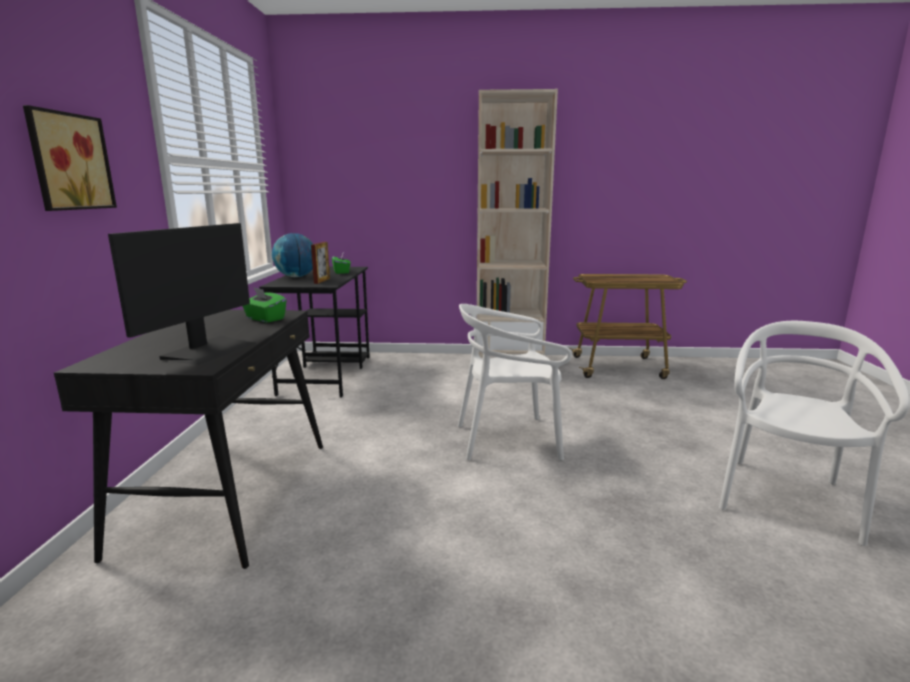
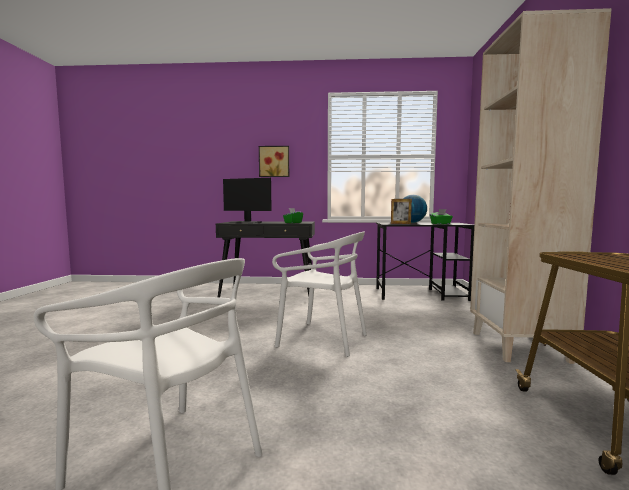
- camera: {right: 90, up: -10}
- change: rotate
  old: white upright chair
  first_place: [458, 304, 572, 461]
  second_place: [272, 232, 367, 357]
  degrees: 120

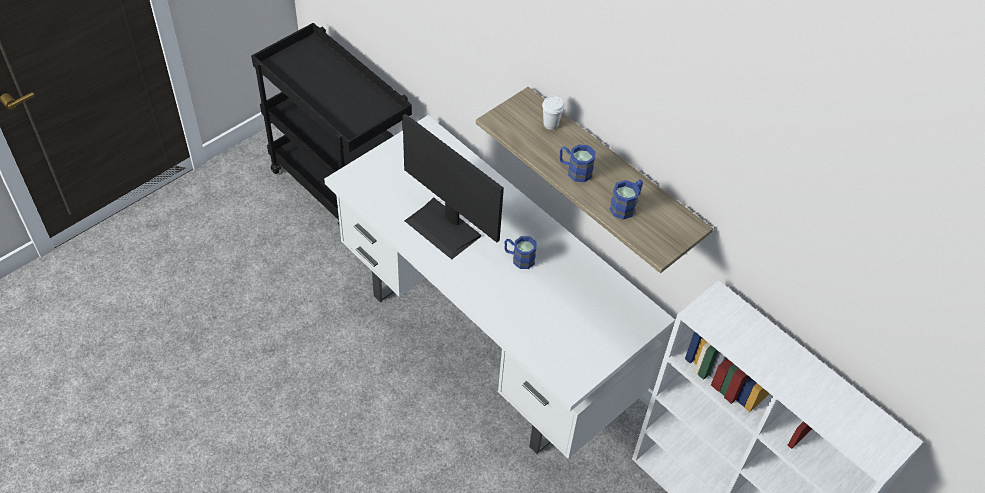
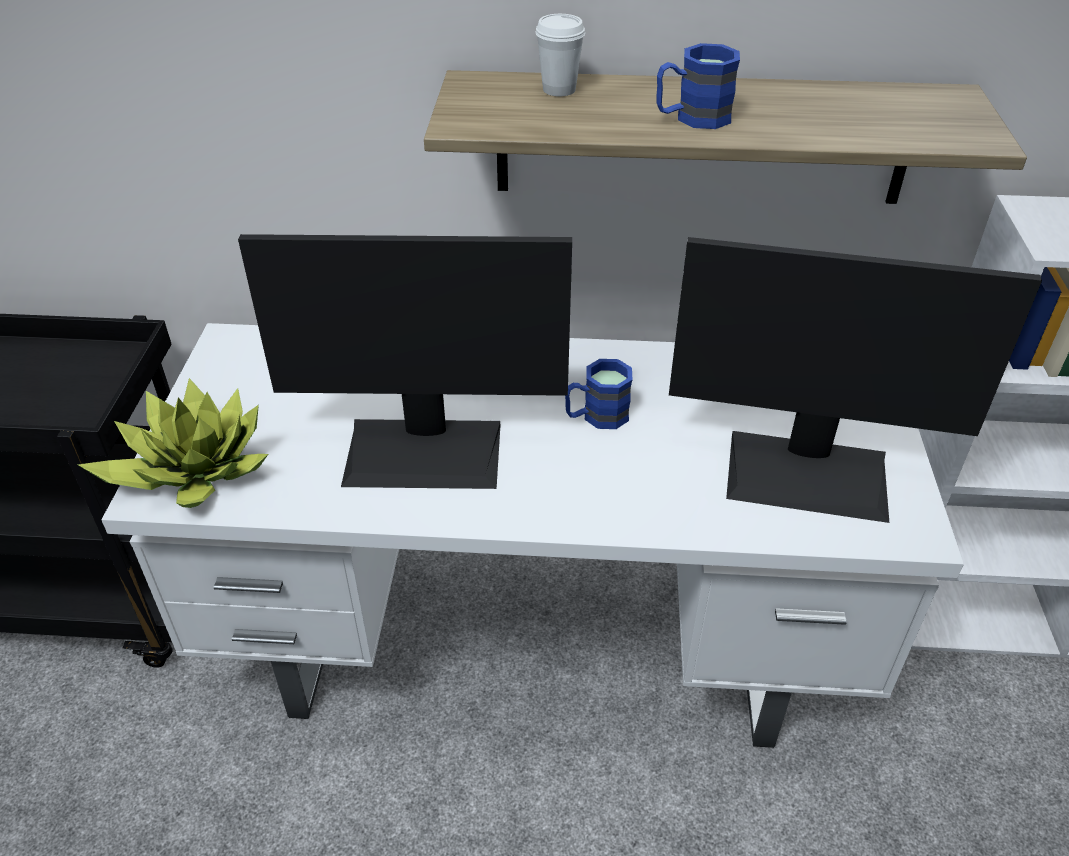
- camera: {right: -40, up: -10}
- change: delete
  old: blue mug
  first_place: [610, 180, 643, 220]
- change: insert
  new: houseplant
  second_place: [78, 378, 268, 508]
- change: insert
  new: monitor
  second_place: [669, 237, 1042, 523]

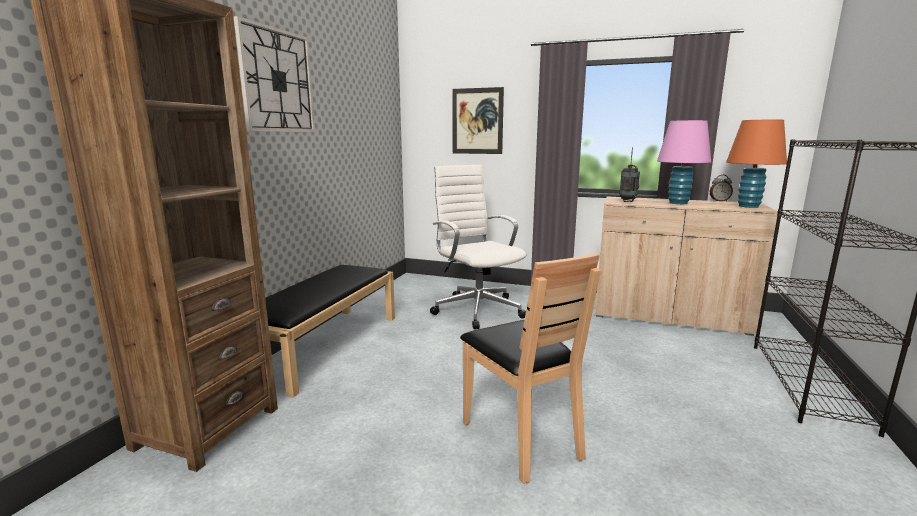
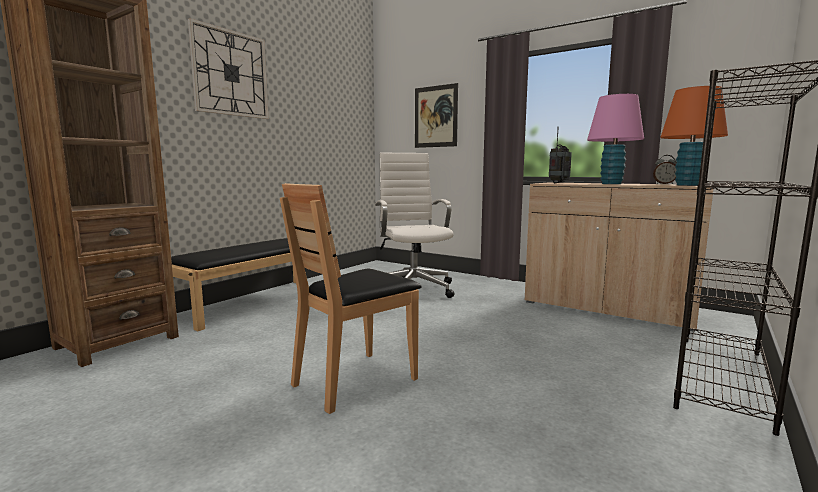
- camera: {right: 15, up: -5}
- change: rotate
  old: brownish upright chair
  first_place: [460, 253, 601, 484]
  second_place: [280, 183, 422, 414]
  degrees: 60

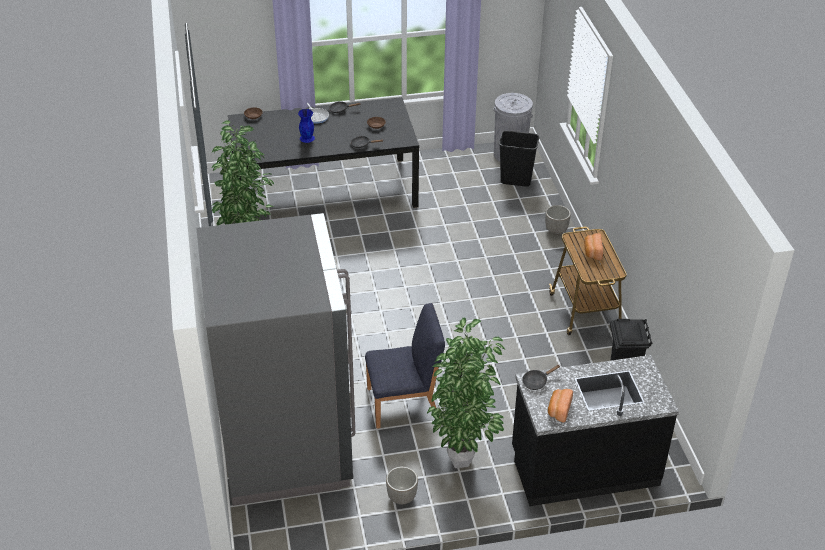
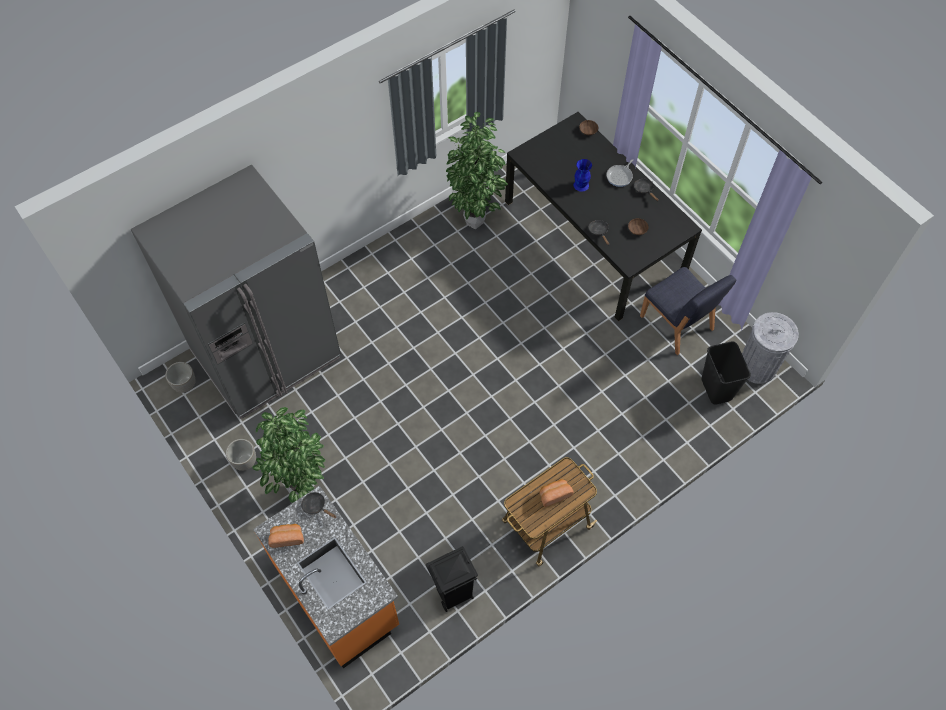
- camera: {right: 65, up: 20}
- change: move
  old: blue upright chair
  first_place: [365, 303, 445, 429]
  second_place: [640, 267, 736, 355]
- change: recolor
  old: blackish kitchen counter
  new: orange-coloured kitchen counter
  first_place: [512, 355, 679, 506]
  second_place: [253, 485, 399, 668]
- change: move
  old: plant pot
  first_place: [545, 205, 571, 235]
  second_place: [165, 362, 196, 393]

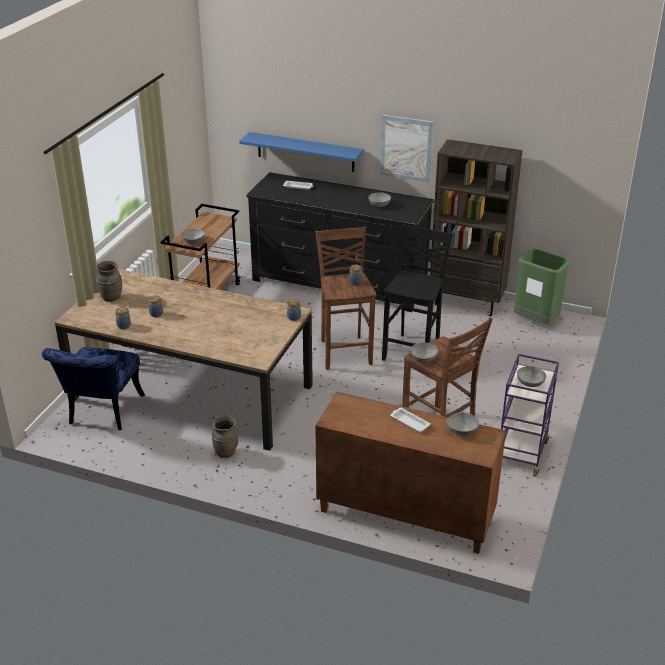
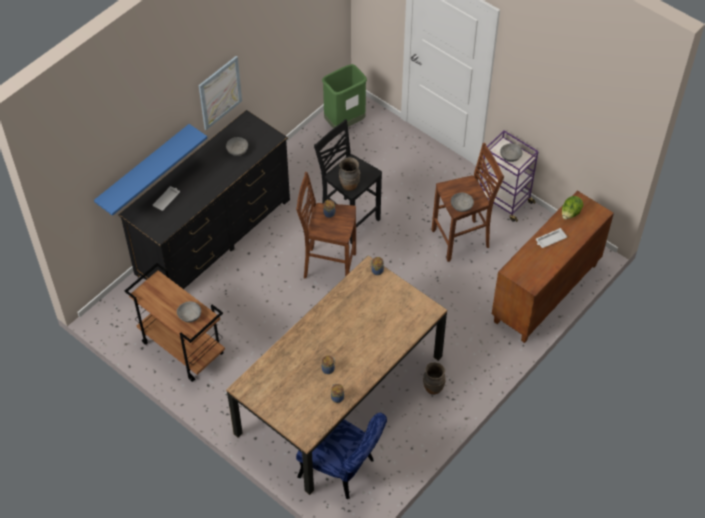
- camera: {right: -70, up: 20}
- change: move
  old: brownish flower vase
  first_place: [96, 261, 122, 301]
  second_place: [339, 157, 360, 191]
- change: delete
  old: brownish shelving unit
  first_place: [430, 139, 523, 316]
- change: replace
  old: grey bowl
  new: lettuce head
  first_place: [447, 412, 479, 436]
  second_place: [562, 196, 583, 220]

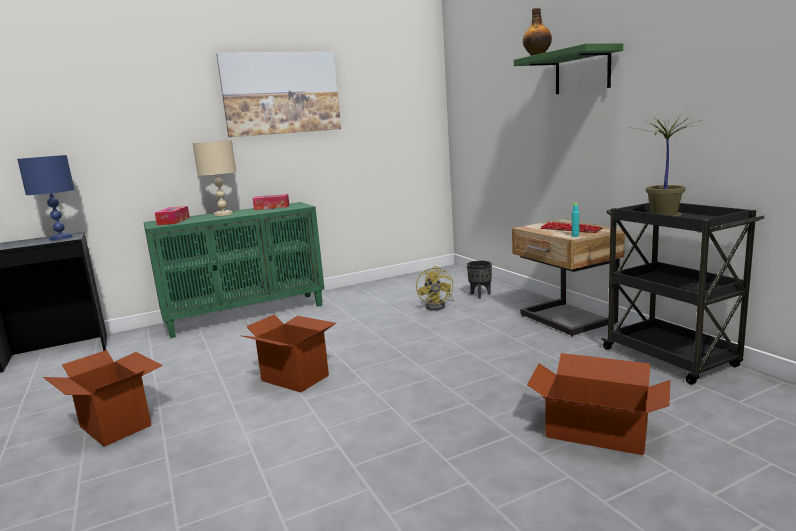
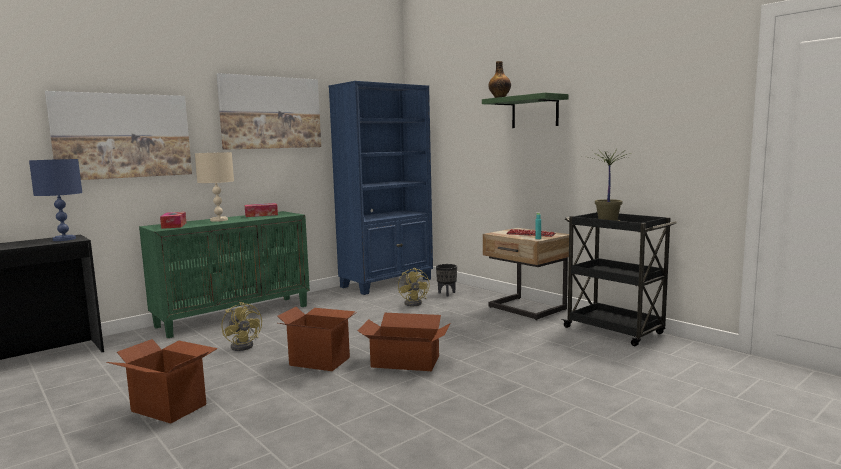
- camera: {right: -15, up: -5}
- change: move
  old: carton
  first_place: [527, 353, 670, 455]
  second_place: [357, 313, 451, 371]
- change: insert
  new: wall picture
  second_place: [45, 91, 192, 180]
- change: insert
  new: yellowish fan
  second_place: [222, 302, 262, 351]
- change: insert
  new: blue shelving unit
  second_place: [329, 81, 433, 295]

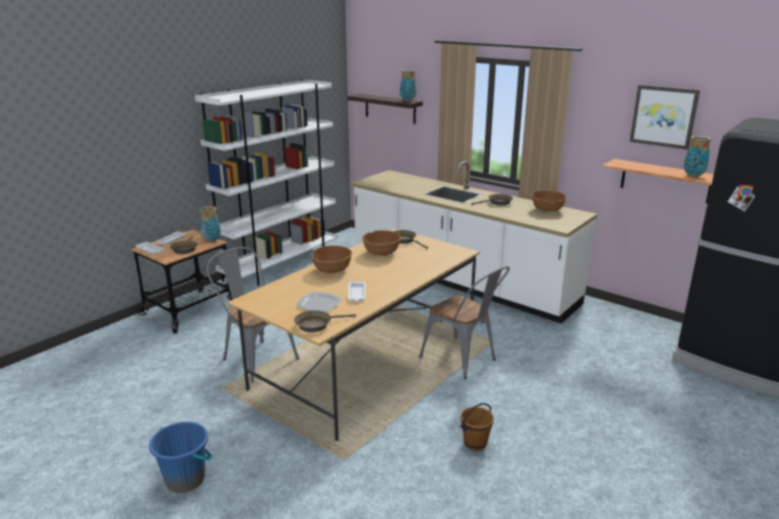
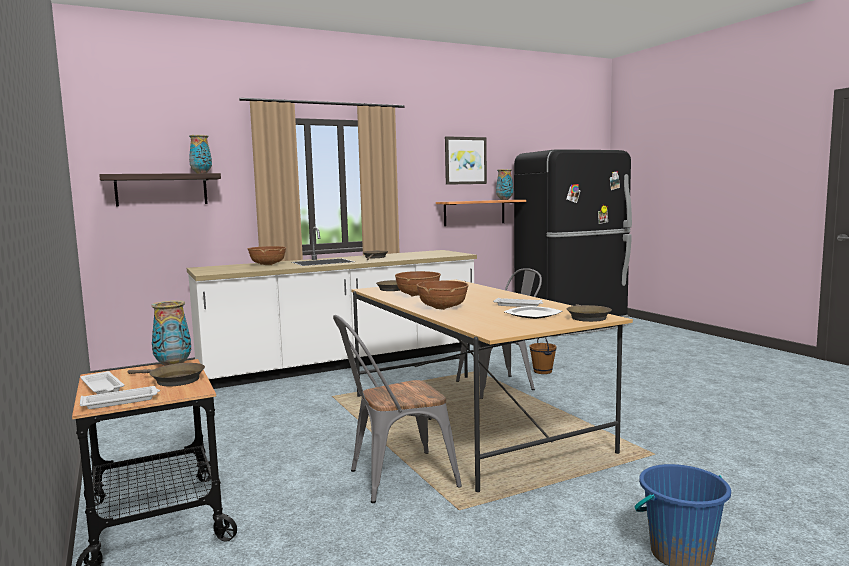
- camera: {right: -65, up: -15}
- change: delete
  old: white shelving unit
  first_place: [195, 79, 337, 286]
- change: move
  old: brownish pail
  first_place: [460, 403, 494, 451]
  second_place: [530, 337, 556, 374]
- change: move
  old: brownish bowl
  first_place: [532, 190, 567, 212]
  second_place: [248, 246, 286, 265]

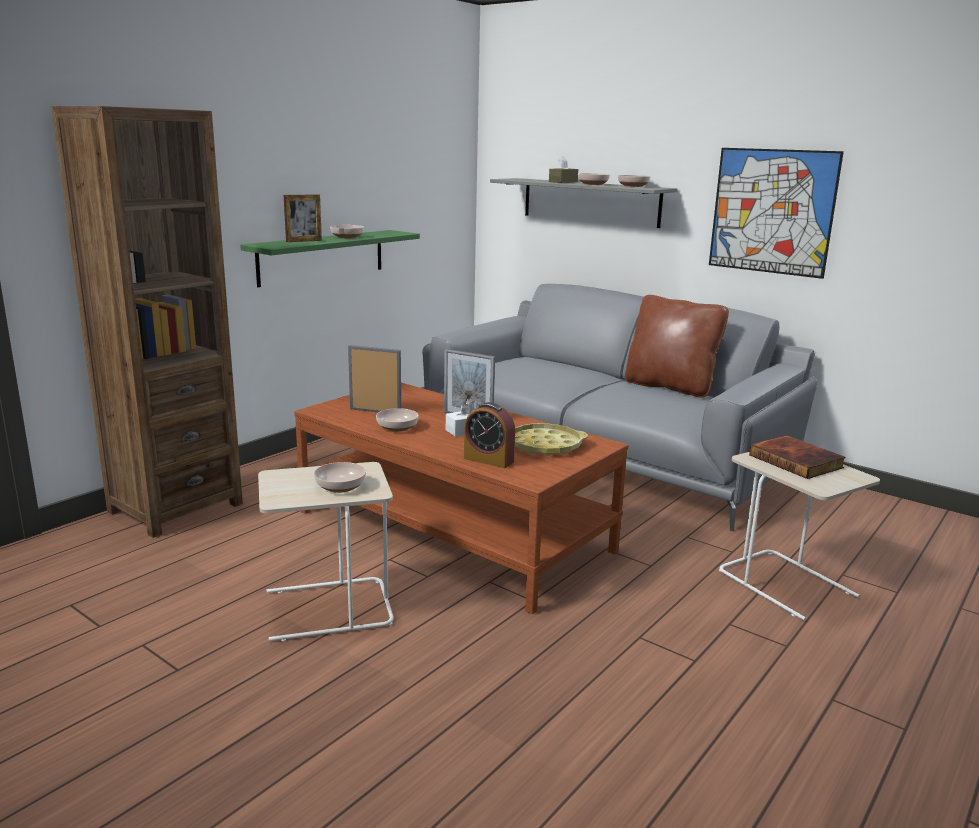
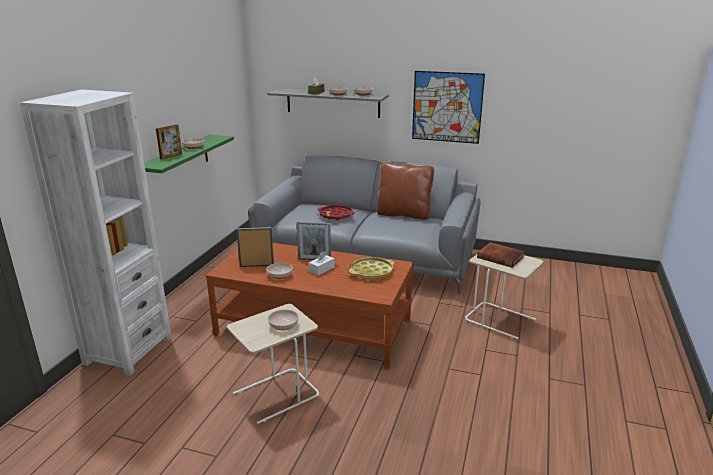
- camera: {right: -20, up: 5}
- change: recolor
  old: brownish shelving unit
  new: white shelving unit
  first_place: [51, 106, 243, 538]
  second_place: [20, 90, 172, 376]
- change: delete
  old: bedside clock
  first_place: [464, 402, 515, 468]
- change: insert
  new: red tray
  second_place: [318, 205, 355, 220]

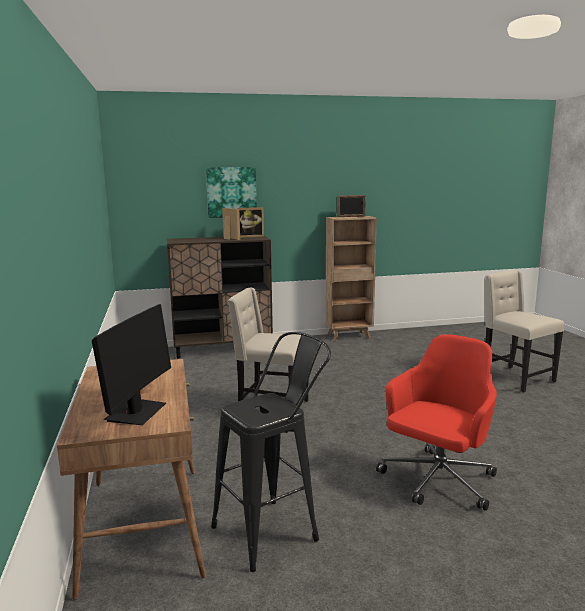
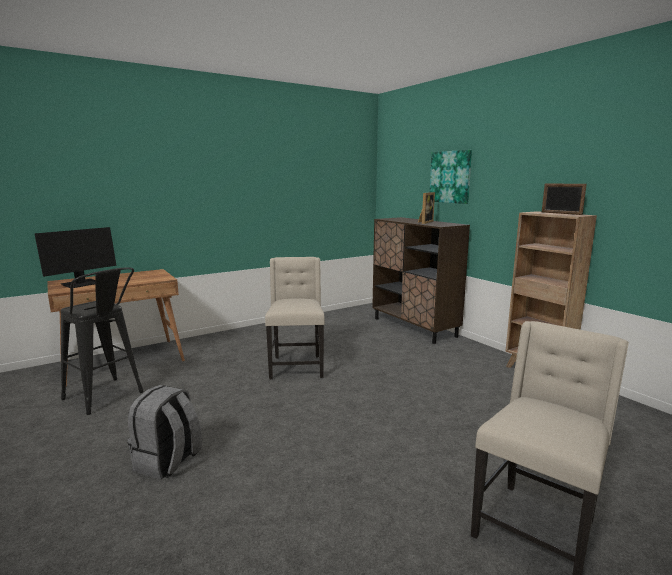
- camera: {right: 70, up: 0}
- change: rotate
  old: monitor
  first_place: [92, 304, 171, 425]
  second_place: [35, 227, 117, 288]
  degrees: -45
- change: delete
  old: standing frame
  first_place: [237, 207, 264, 238]
- change: replace
  old: red office chair
  new: grey knapsack
  first_place: [376, 334, 497, 511]
  second_place: [128, 385, 202, 479]

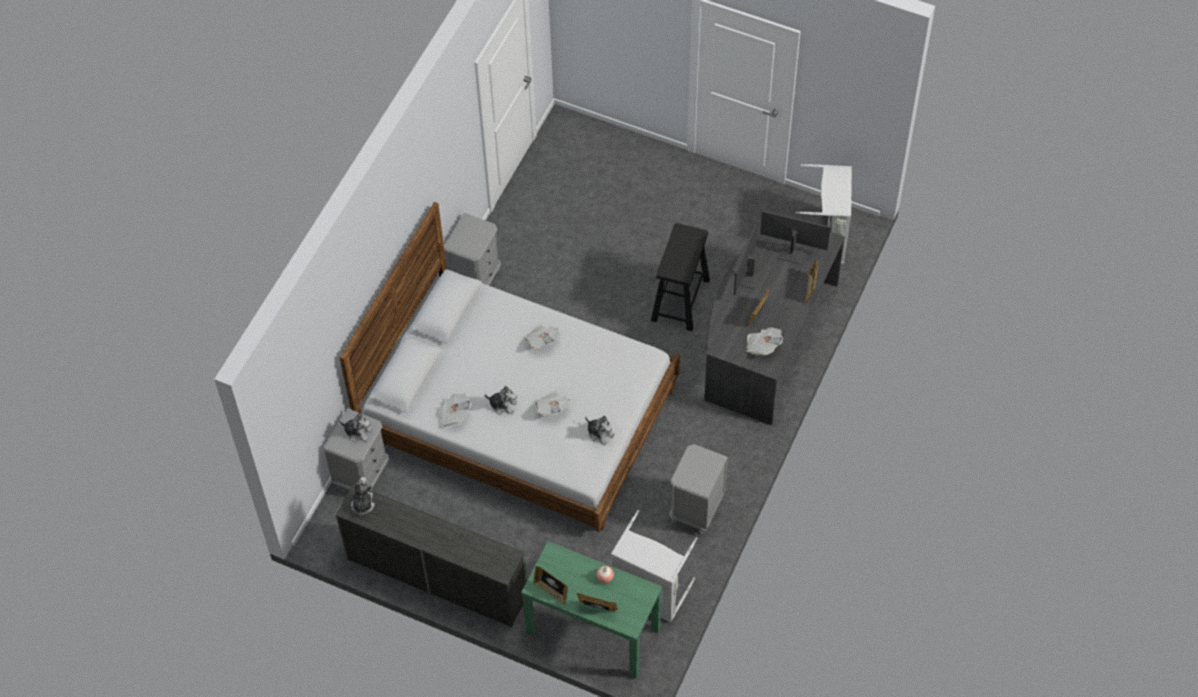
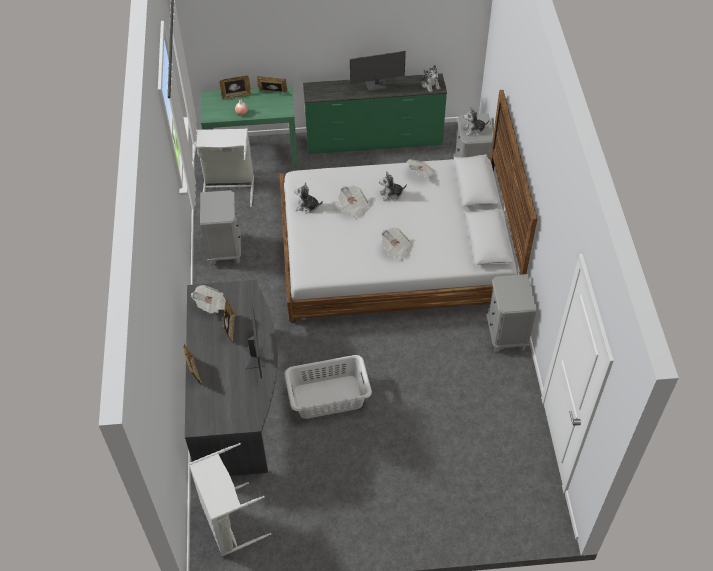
- camera: {right: 150, up: -5}
- change: replace
  old: blackish stool
  new: grey laundry basket
  first_place: [651, 223, 710, 331]
  second_place: [284, 355, 372, 419]
- change: move
  old: monitor
  first_place: [760, 210, 831, 264]
  second_place: [350, 51, 406, 92]

